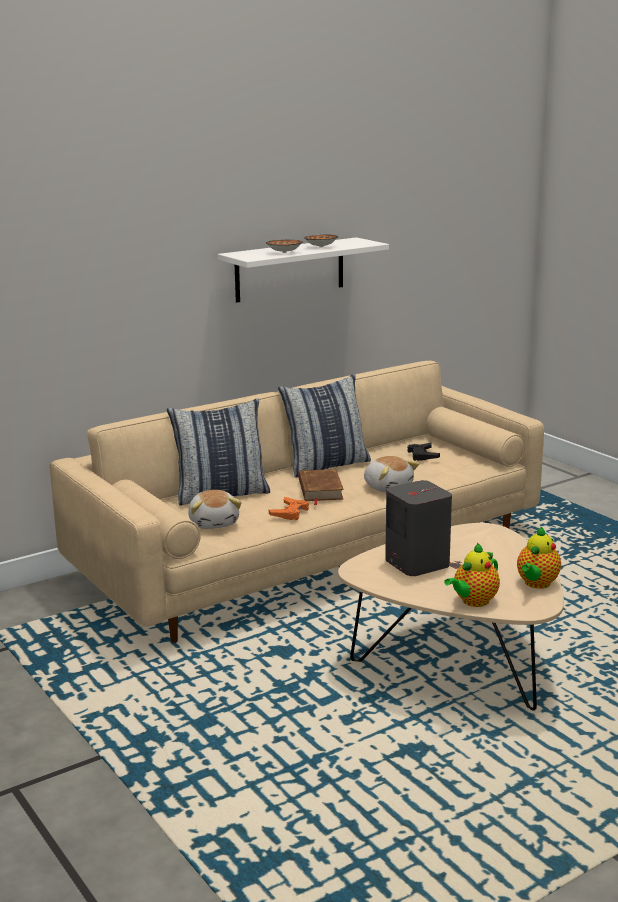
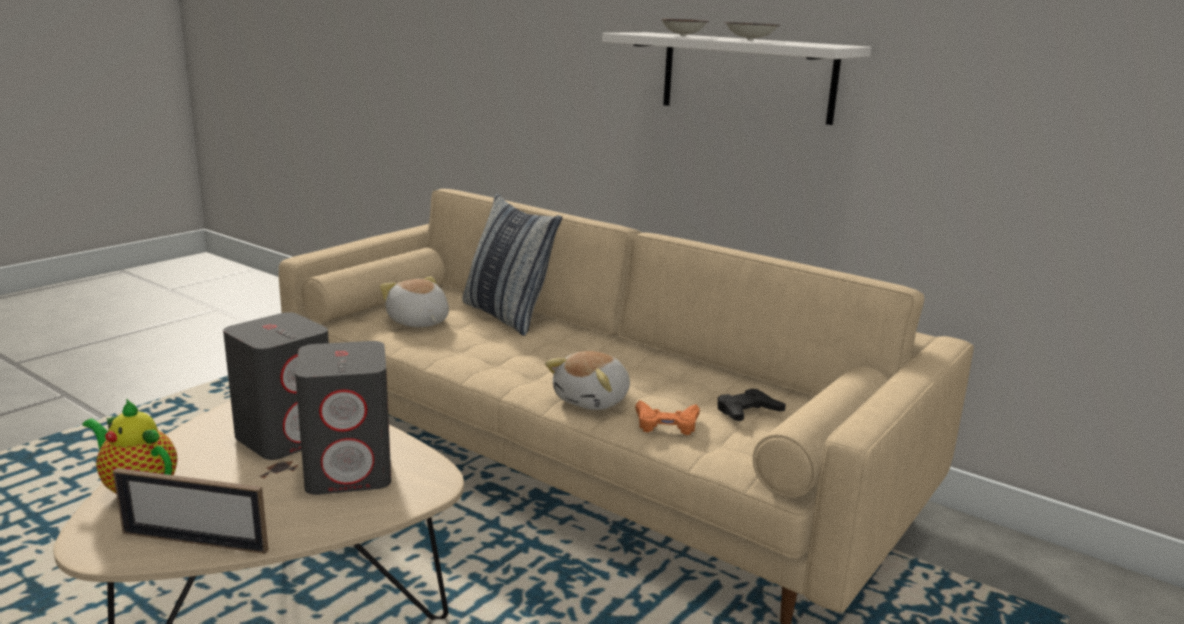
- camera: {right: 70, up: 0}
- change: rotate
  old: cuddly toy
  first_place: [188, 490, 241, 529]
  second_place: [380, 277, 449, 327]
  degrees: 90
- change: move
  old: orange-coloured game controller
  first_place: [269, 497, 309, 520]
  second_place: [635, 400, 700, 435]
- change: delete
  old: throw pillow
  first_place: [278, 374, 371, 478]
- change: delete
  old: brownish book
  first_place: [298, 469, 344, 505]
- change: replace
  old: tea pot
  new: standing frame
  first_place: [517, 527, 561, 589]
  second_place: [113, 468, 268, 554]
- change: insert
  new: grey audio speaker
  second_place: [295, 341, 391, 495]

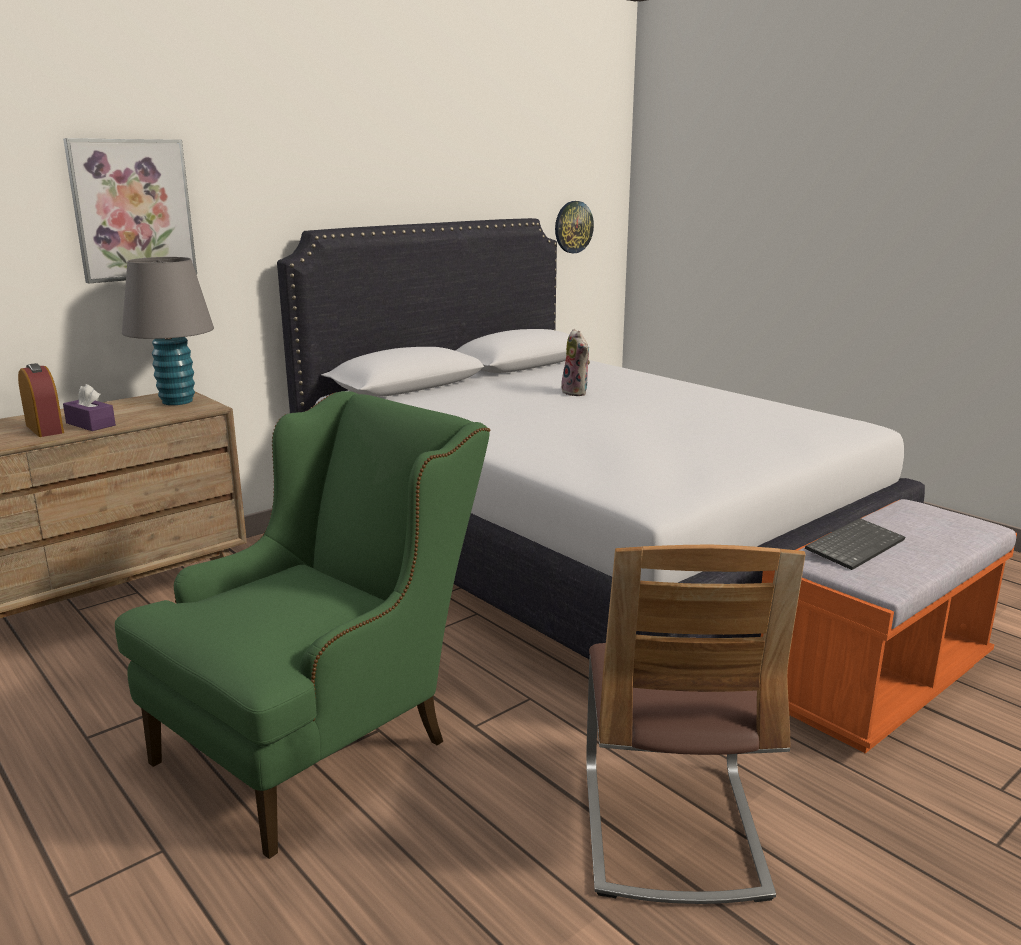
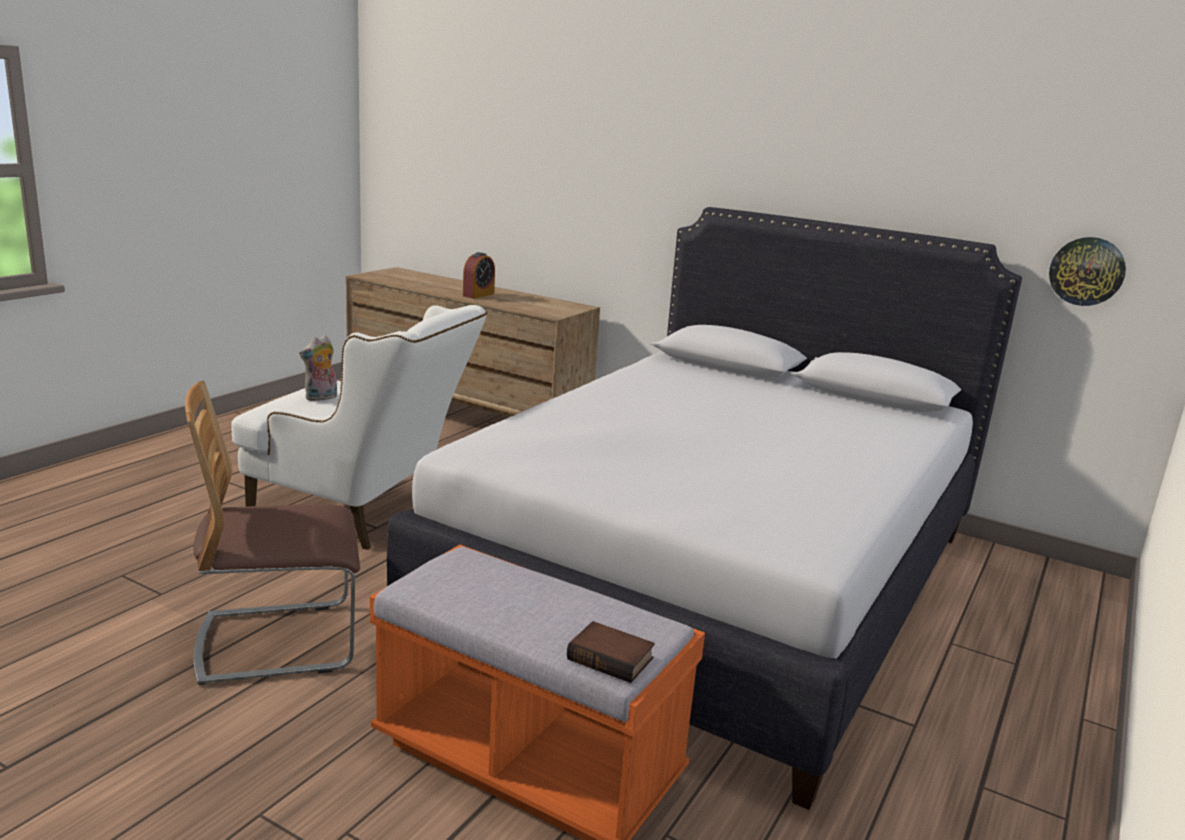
- camera: {right: 70, up: 0}
- change: delete
  old: wall picture
  first_place: [63, 138, 197, 284]
- change: delete
  old: purplish tissue holder
  first_place: [63, 384, 116, 431]
- change: recolor
  old: green easy chair
  new: white easy chair
  first_place: [115, 391, 490, 859]
  second_place: [231, 305, 487, 550]
- change: delete
  old: grey table lamp
  first_place: [122, 257, 214, 405]
- change: move
  old: cuddly toy
  first_place: [561, 329, 590, 396]
  second_place: [299, 335, 337, 401]
- change: delete
  old: computer keyboard
  first_place: [805, 518, 905, 570]
- change: insert
  new: book
  second_place: [567, 621, 655, 683]

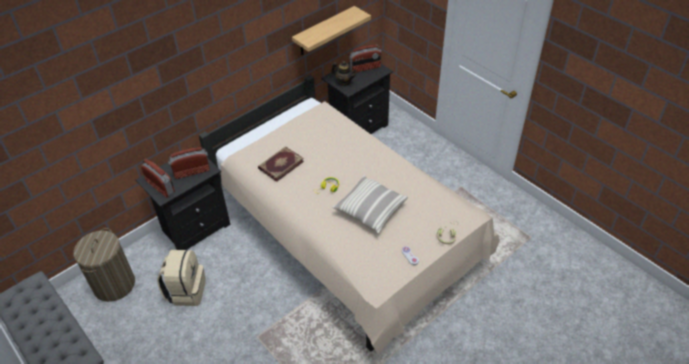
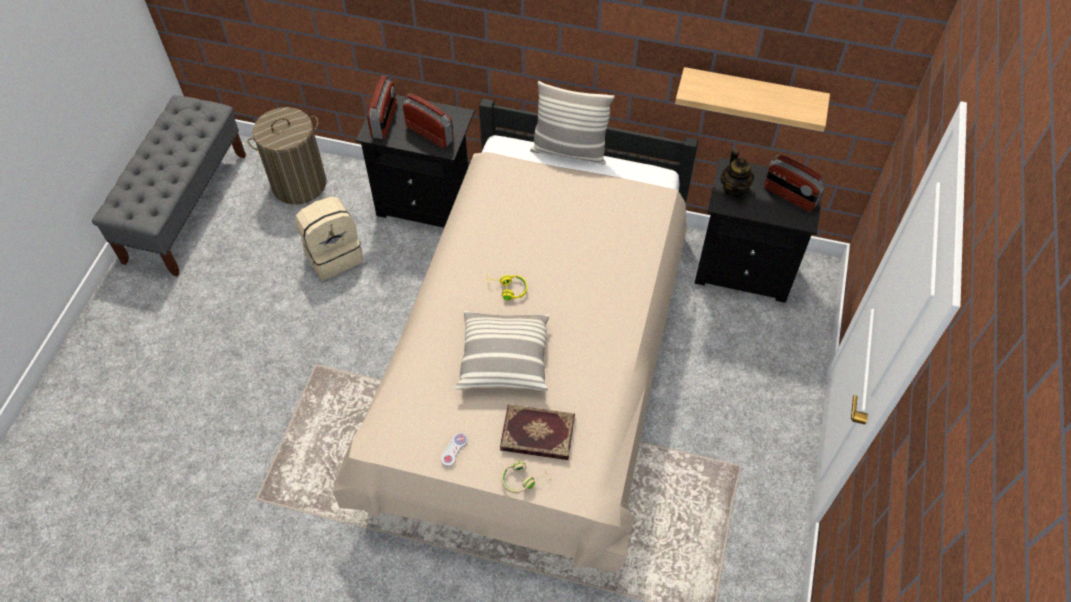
- camera: {right: 55, up: 10}
- change: move
  old: book
  first_place: [258, 146, 304, 182]
  second_place: [500, 404, 575, 460]
- change: insert
  new: throw pillow
  second_place: [530, 81, 615, 164]

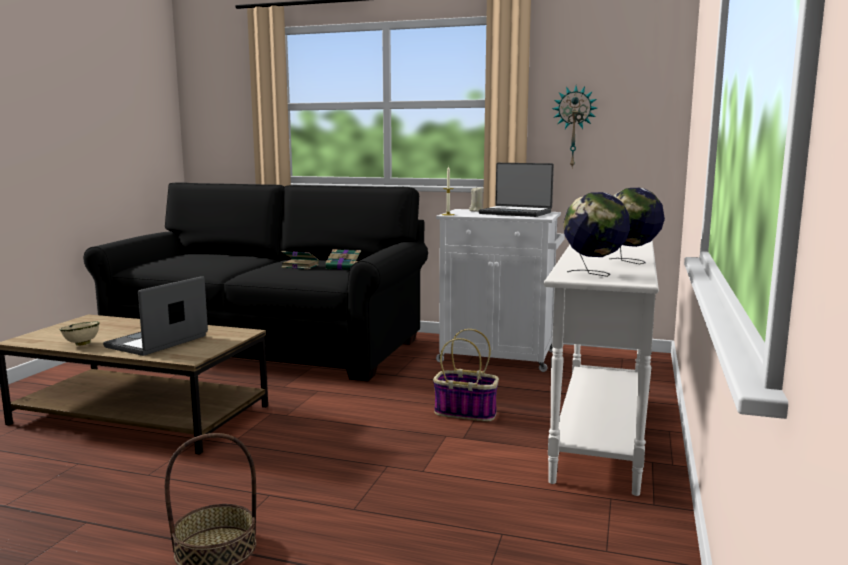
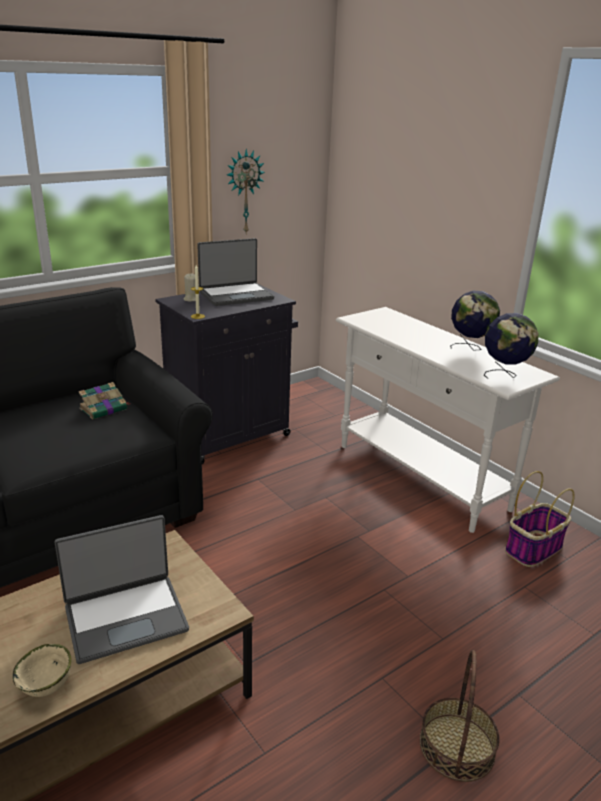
- camera: {right: -55, up: 15}
- change: rotate
  old: laptop
  first_place: [103, 276, 208, 356]
  second_place: [55, 515, 189, 664]
  degrees: -90
- change: delete
  old: book
  first_place: [281, 251, 319, 269]
- change: move
  old: household basket
  first_place: [433, 329, 499, 421]
  second_place: [505, 471, 575, 567]
- change: recolor
  old: white cabinet
  new: blackish cabinet
  first_place: [436, 209, 565, 372]
  second_place: [155, 285, 298, 464]

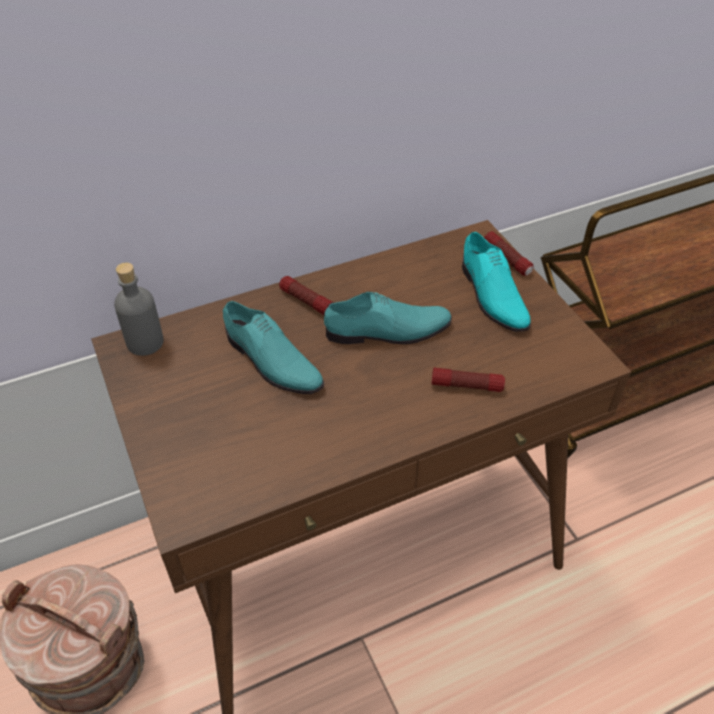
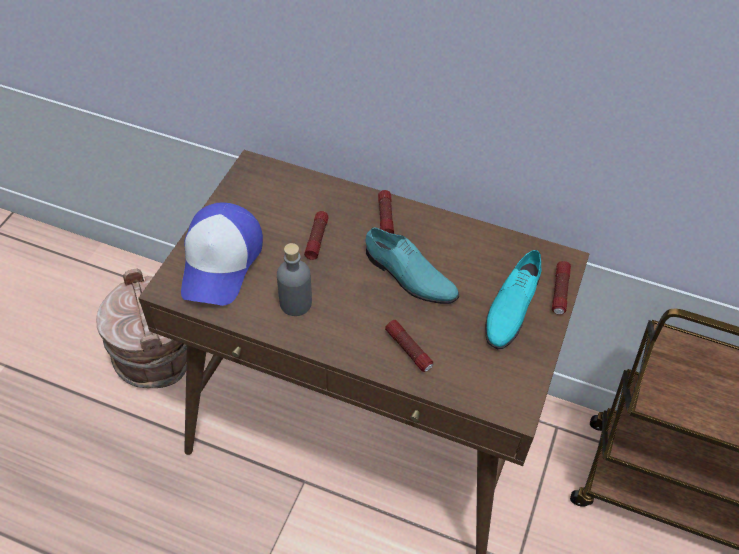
- camera: {right: 45, up: 5}
- change: move
  old: grey beverage bottle
  first_place: [114, 263, 164, 356]
  second_place: [277, 243, 312, 316]
- change: replace
  old: blue-green low shoe
  new: hand torch
  first_place: [223, 301, 324, 394]
  second_place: [304, 211, 329, 260]
- change: insert
  new: cap
  second_place: [181, 203, 263, 306]

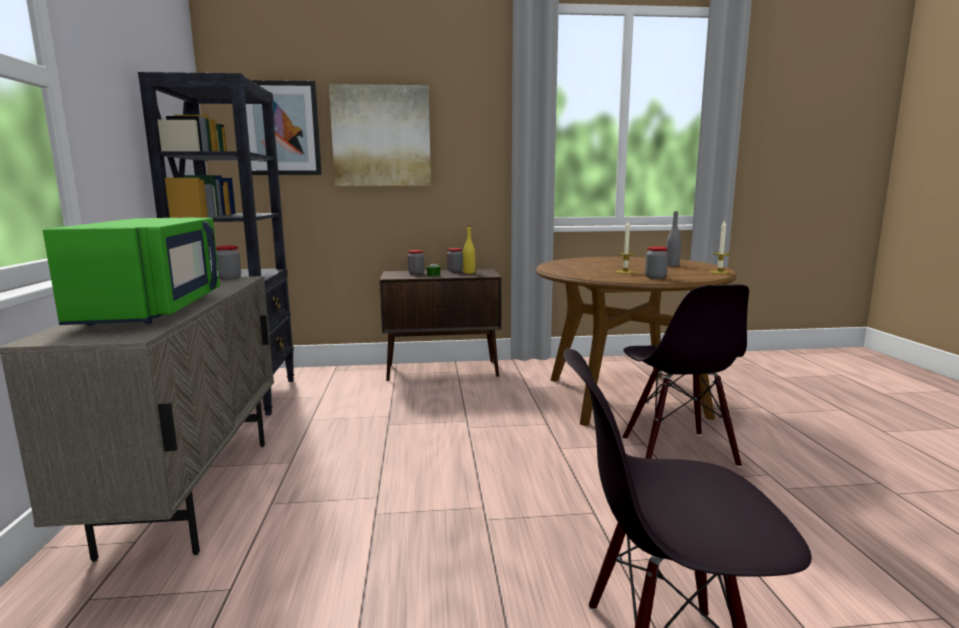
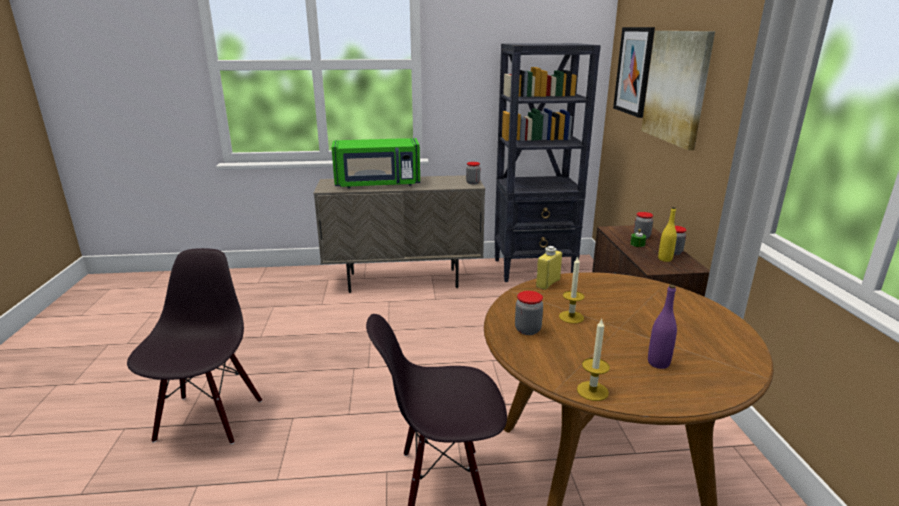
- camera: {right: 90, up: 10}
- change: recolor
  old: grey beverage bottle
  new: purplish beverage bottle
  first_place: [666, 211, 681, 266]
  second_place: [648, 285, 677, 369]
- change: insert
  new: yellowish beverage bottle
  second_place: [536, 246, 562, 290]

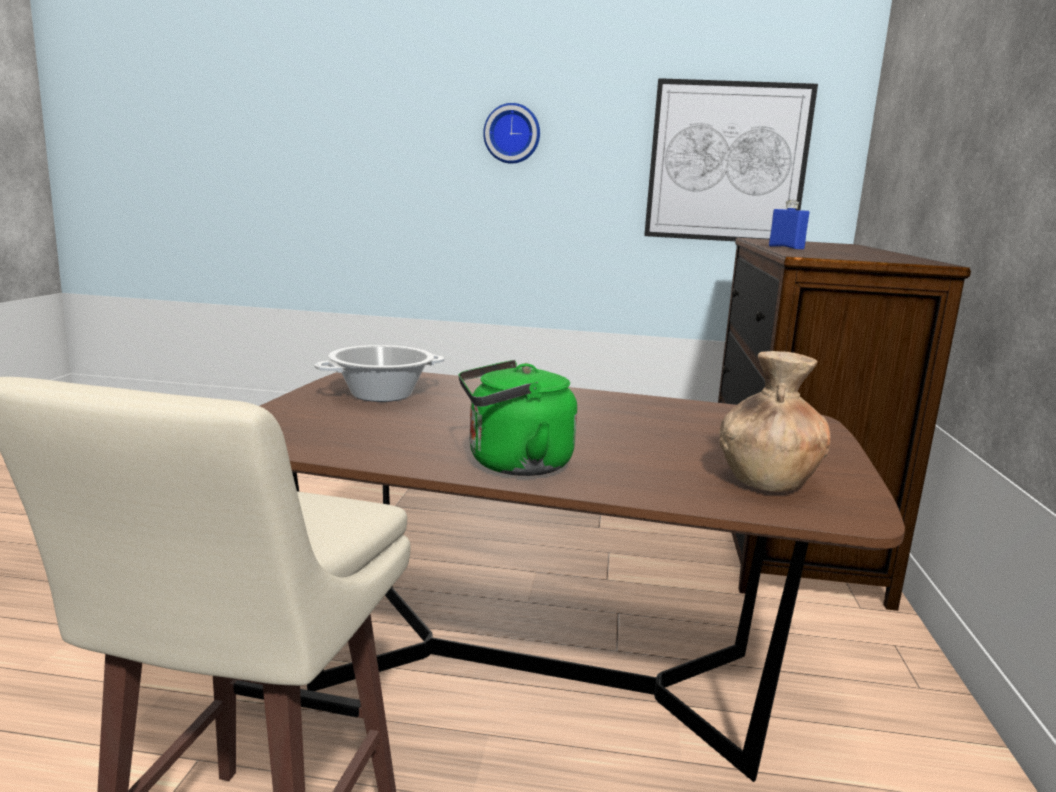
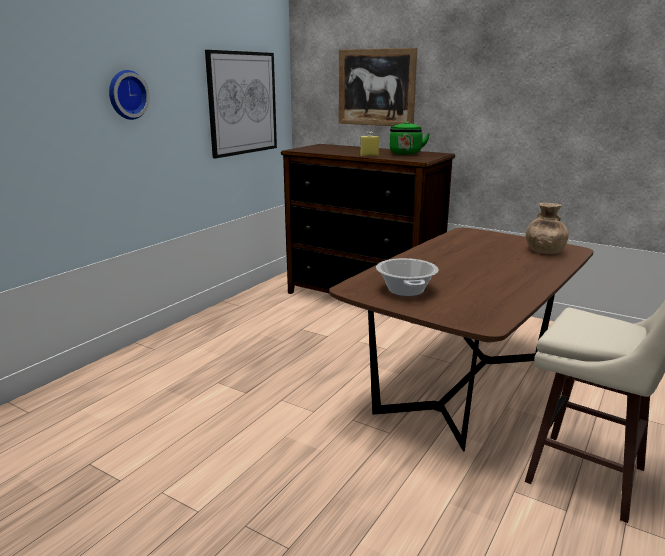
- camera: {right: -65, up: 5}
- change: move
  old: green water kettle
  first_place: [459, 360, 577, 476]
  second_place: [390, 121, 430, 155]
- change: recolor
  old: blue beverage bottle
  new: yellowish beverage bottle
  first_place: [769, 199, 809, 249]
  second_place: [360, 131, 379, 156]
- change: insert
  new: wall picture
  second_place: [339, 48, 417, 126]

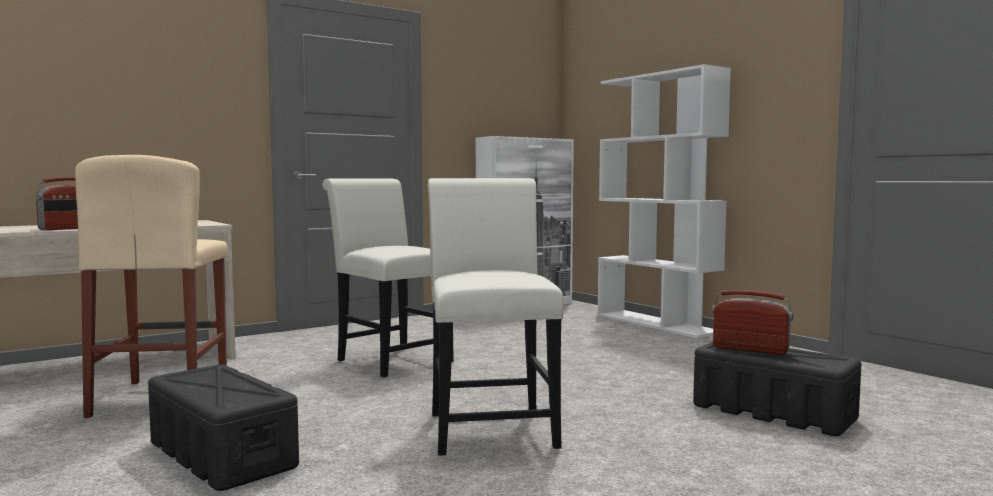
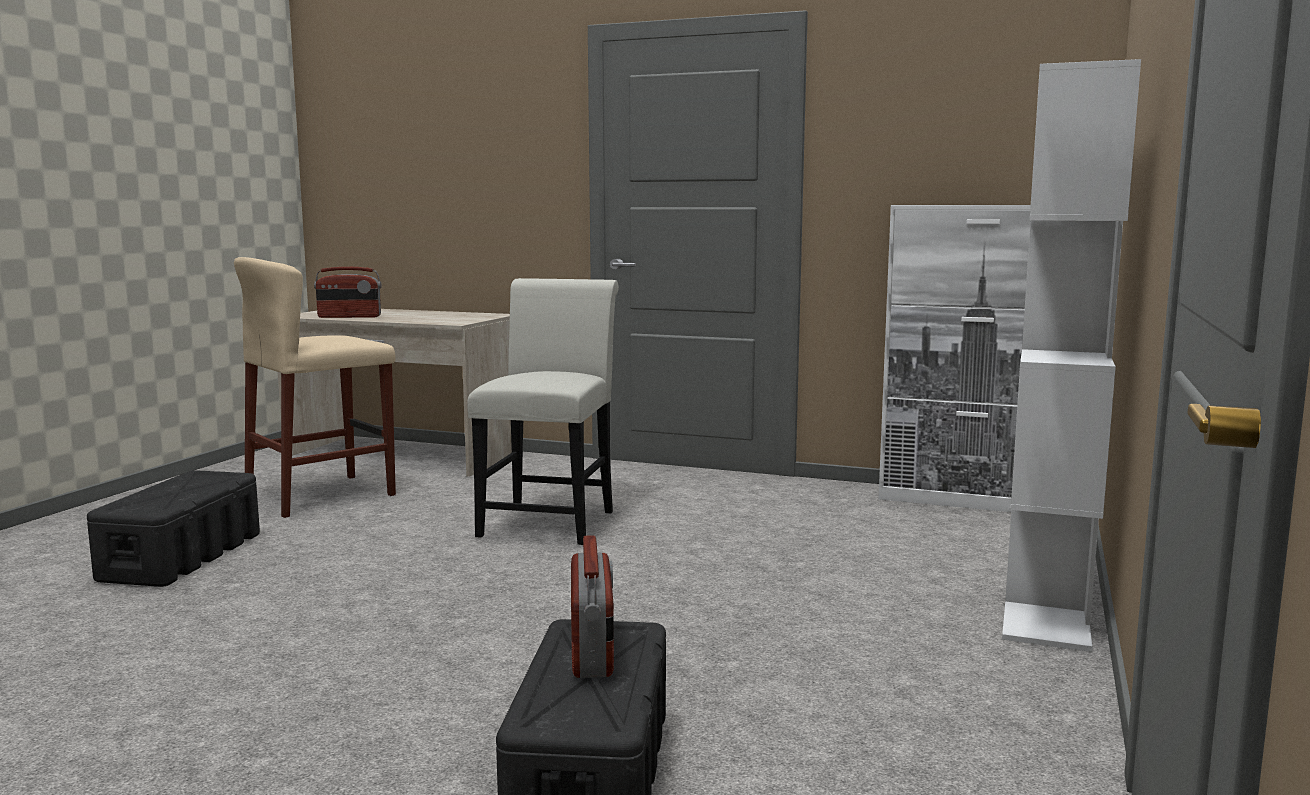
- camera: {right: 55, up: 5}
- change: delete
  old: white upright chair
  first_place: [428, 178, 563, 456]

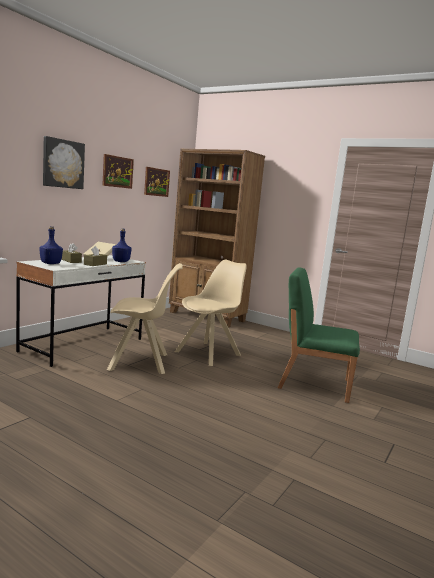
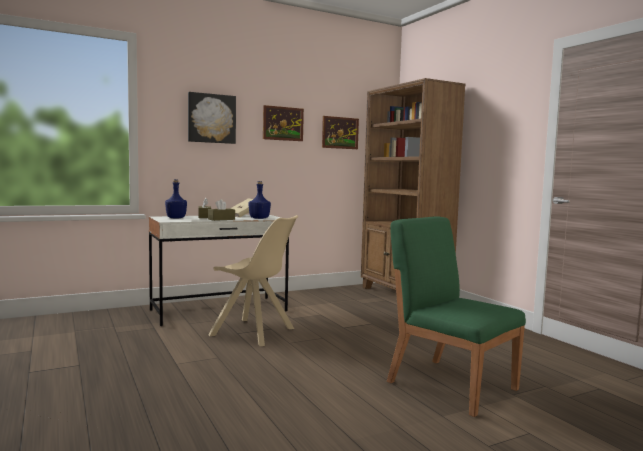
- camera: {right: 30, up: -5}
- change: delete
  old: beige upright chair
  first_place: [175, 260, 247, 366]

